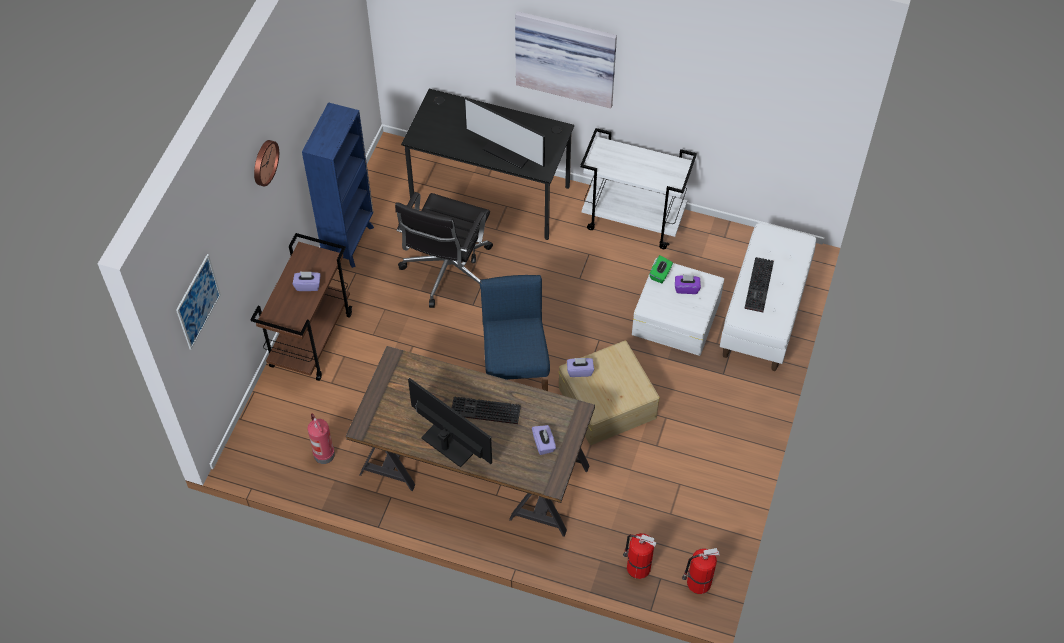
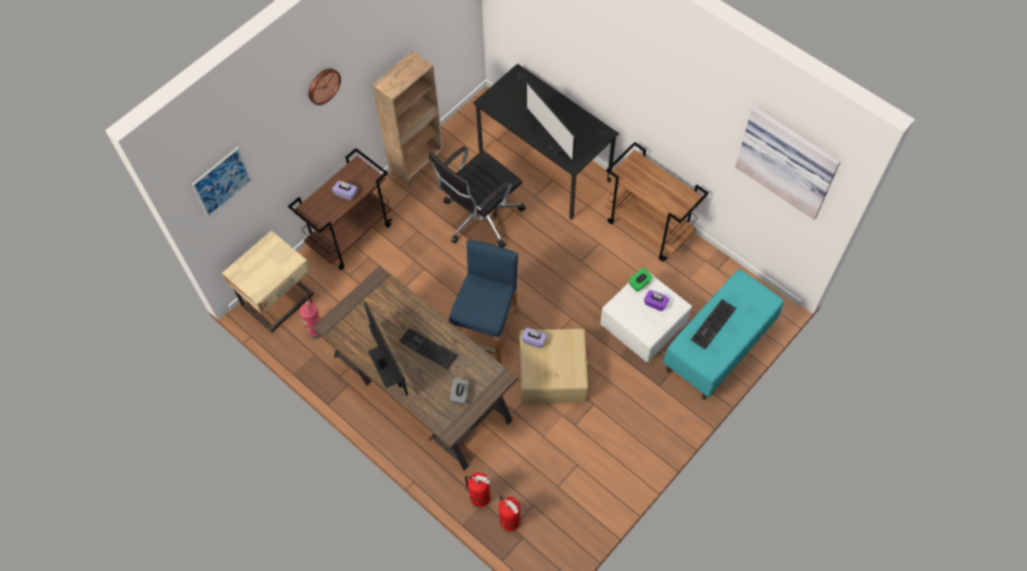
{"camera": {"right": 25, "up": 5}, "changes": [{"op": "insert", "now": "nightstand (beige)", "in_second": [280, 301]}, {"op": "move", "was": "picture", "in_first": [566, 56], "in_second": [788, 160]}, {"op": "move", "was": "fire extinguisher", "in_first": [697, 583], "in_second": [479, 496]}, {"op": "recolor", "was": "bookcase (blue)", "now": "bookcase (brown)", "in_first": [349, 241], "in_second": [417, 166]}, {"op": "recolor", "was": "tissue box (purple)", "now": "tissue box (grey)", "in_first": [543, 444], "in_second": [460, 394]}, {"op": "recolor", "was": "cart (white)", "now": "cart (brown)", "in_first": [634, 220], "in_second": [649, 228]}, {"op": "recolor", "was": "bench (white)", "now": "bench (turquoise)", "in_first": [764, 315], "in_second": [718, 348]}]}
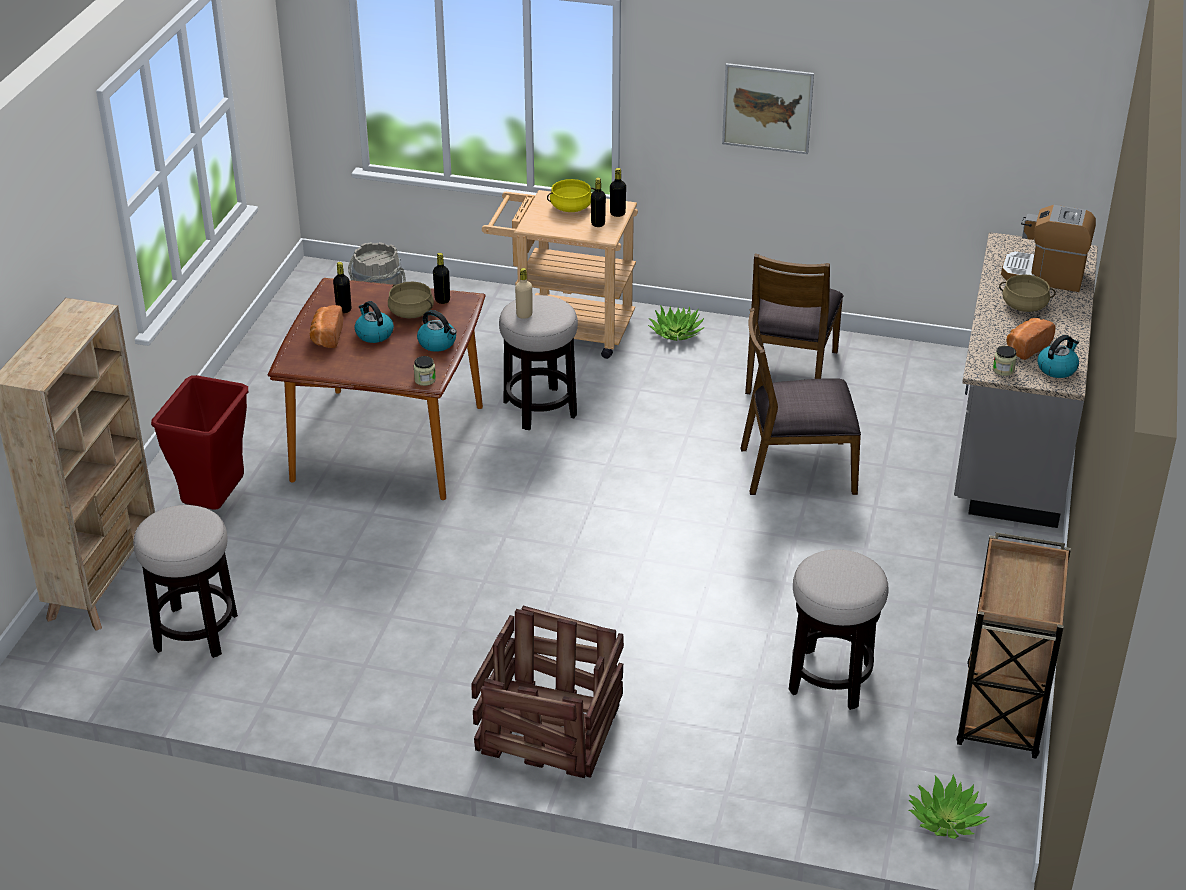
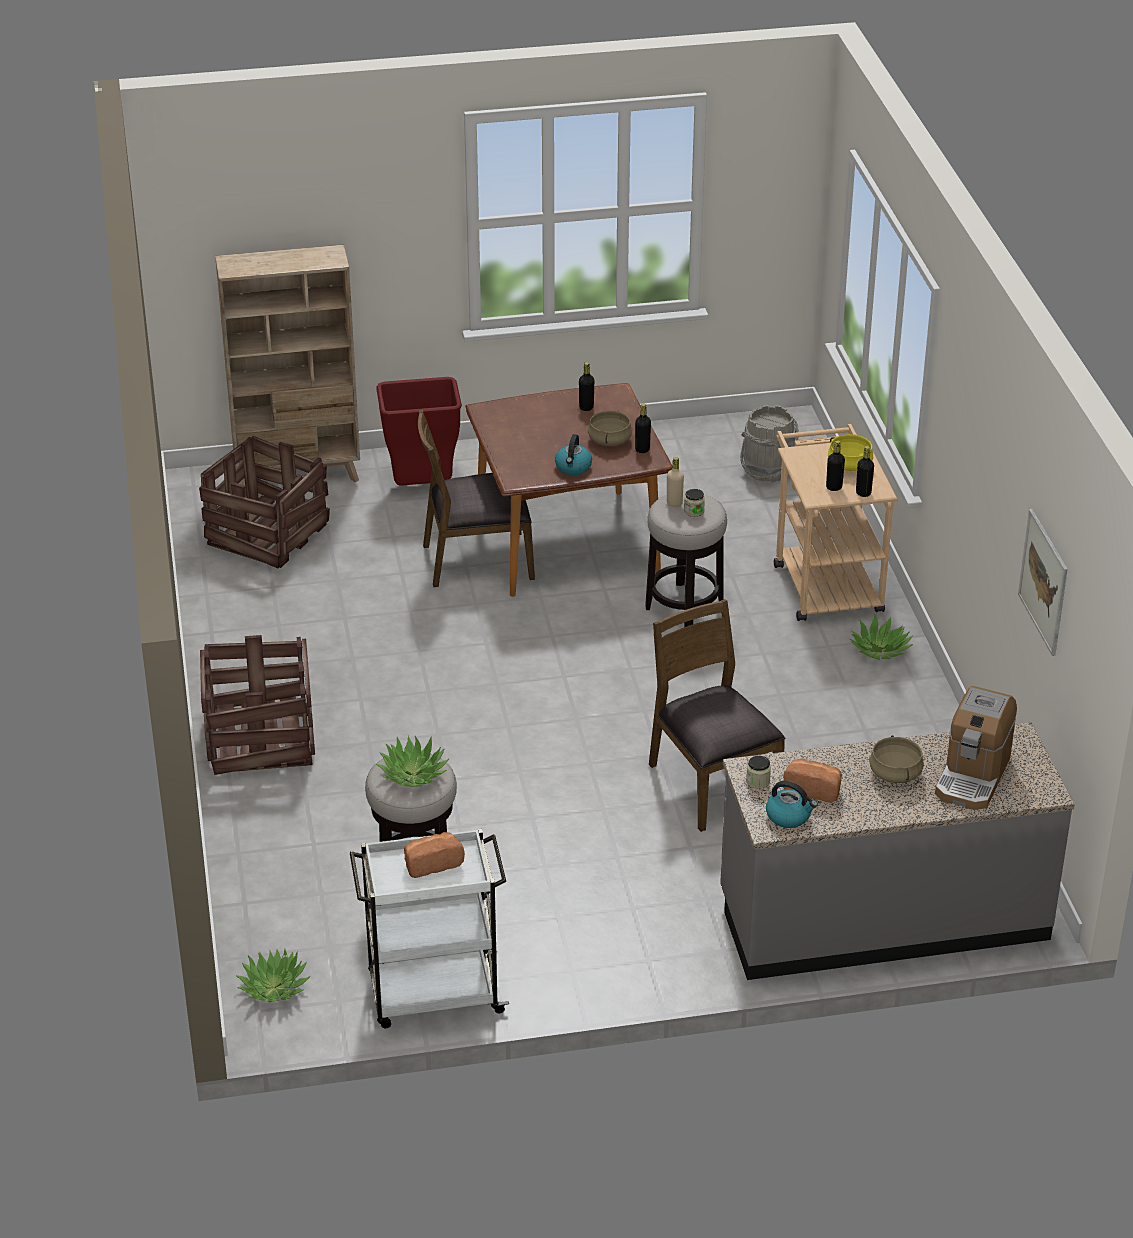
{"camera": {"right": 65, "up": 0}, "changes": [{"op": "delete", "was": "kettle", "in_first": [374, 334]}, {"op": "insert", "now": "potted plant", "in_second": [413, 774]}, {"op": "move", "was": "bread", "in_first": [326, 337], "in_second": [432, 863]}, {"op": "move", "was": "jar", "in_first": [425, 380], "in_second": [694, 511]}, {"op": "move", "was": "picture", "in_first": [767, 108], "in_second": [1043, 581]}, {"op": "move", "was": "chair (brown)", "in_first": [789, 372], "in_second": [477, 560]}, {"op": "replace", "was": "stool", "now": "crate", "in_first": [196, 632], "in_second": [267, 535]}, {"op": "recolor", "was": "cart (brown)", "now": "cart (white)", "in_first": [1001, 713], "in_second": [432, 994]}, {"op": "rotate", "was": "coffee machine", "in_first": [1044, 275], "in_second": [972, 776], "clockwise": -150}]}
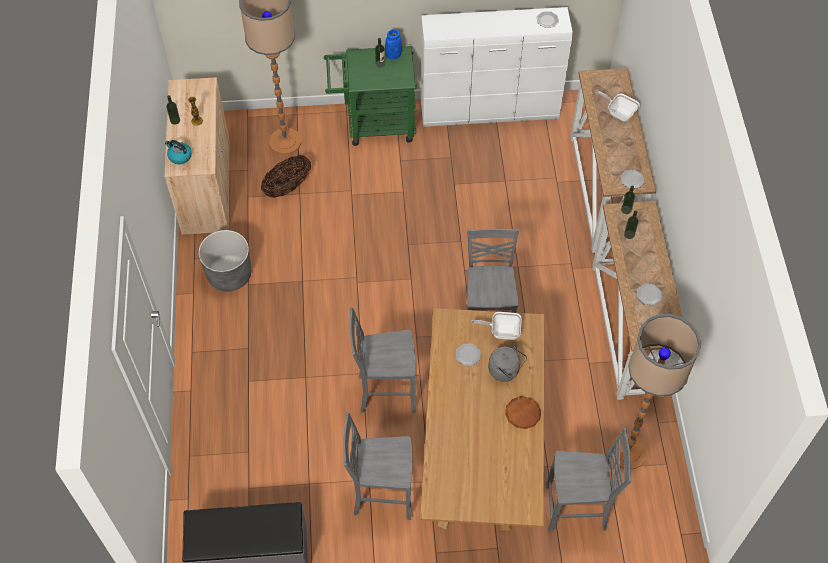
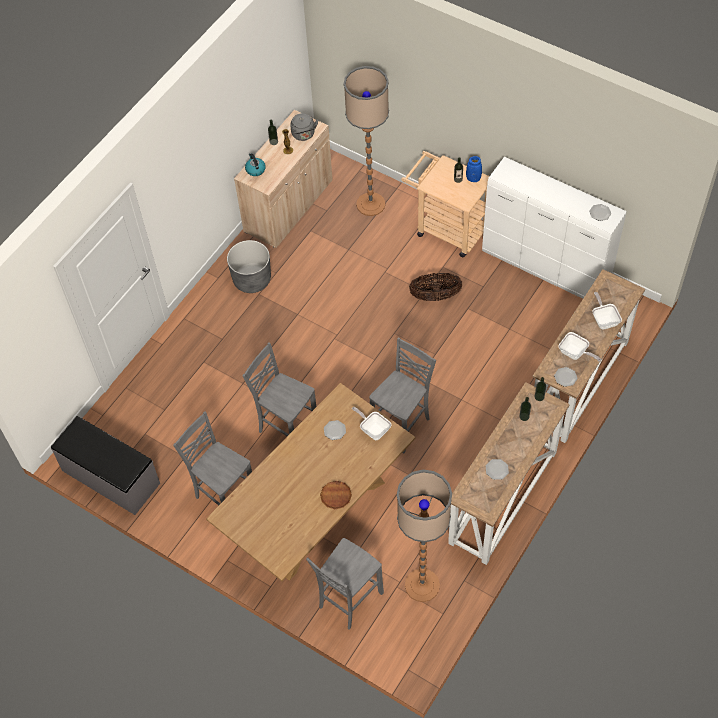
{"camera": {"right": 40, "up": 0}, "changes": [{"op": "insert", "now": "frying pan", "in_second": [575, 353]}, {"op": "move", "was": "basket", "in_first": [288, 187], "in_second": [435, 296]}, {"op": "move", "was": "kettle (grey)", "in_first": [505, 371], "in_second": [304, 135]}, {"op": "recolor", "was": "cart (green)", "now": "cart (beige)", "in_first": [374, 124], "in_second": [446, 228]}, {"op": "rotate", "was": "chair (grey)", "in_first": [577, 510], "in_second": [348, 600], "clockwise": 90}]}
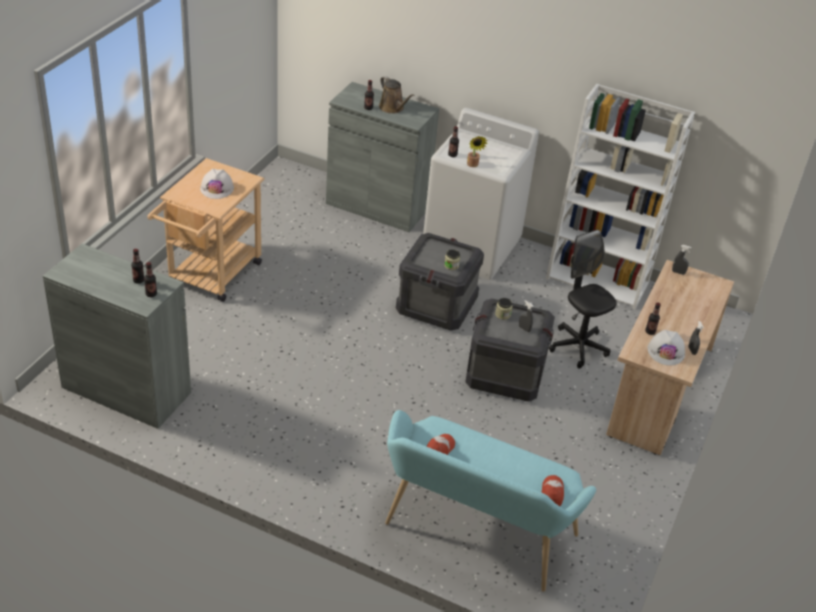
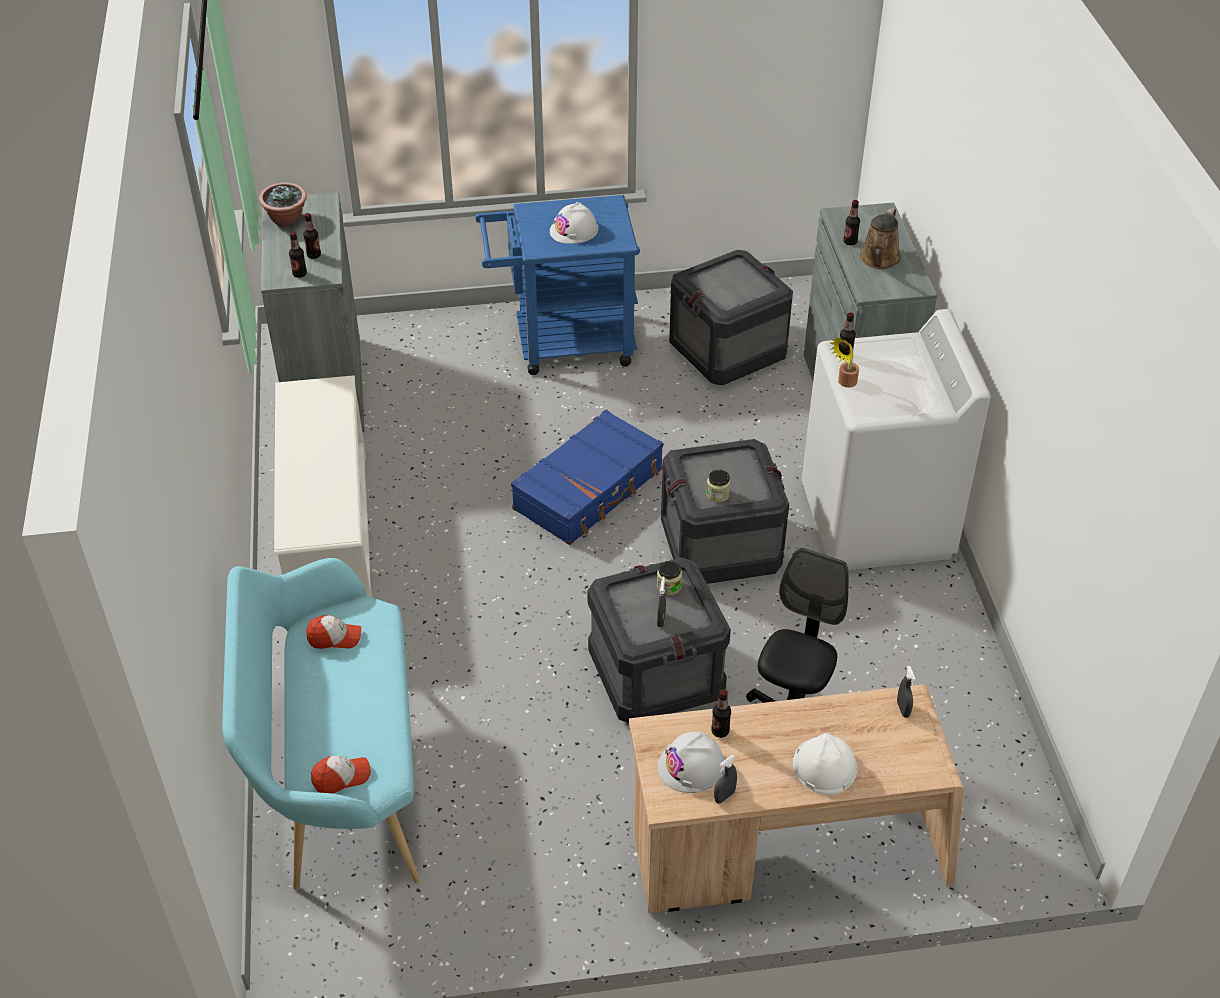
{"camera": {"right": 60, "up": 5}, "changes": [{"op": "delete", "was": "bookcase (white)", "in_first": [598, 280]}, {"op": "insert", "now": "potted plant", "in_second": [287, 220]}, {"op": "insert", "now": "shoe rack (white)", "in_second": [330, 536]}, {"op": "insert", "now": "suitcase (blue)", "in_second": [589, 489]}, {"op": "insert", "now": "crate", "in_second": [728, 351]}, {"op": "insert", "now": "hard hat (white)", "in_second": [824, 766]}, {"op": "recolor", "was": "cart (beige)", "now": "cart (blue)", "in_first": [210, 277], "in_second": [562, 344]}]}
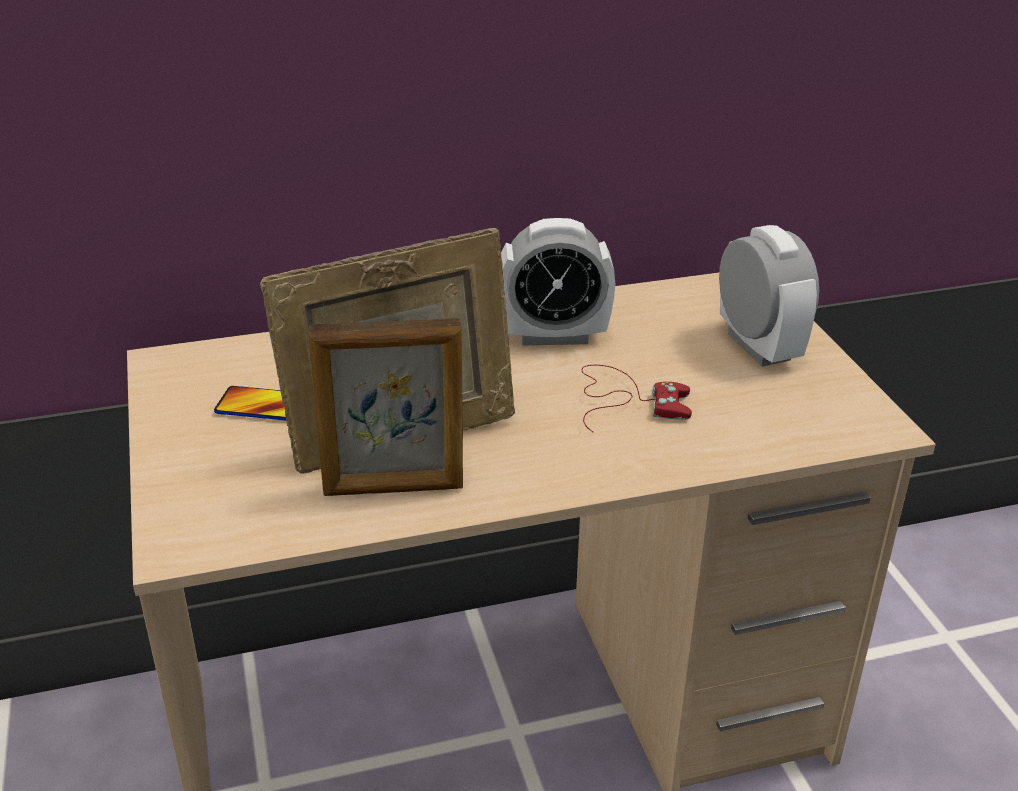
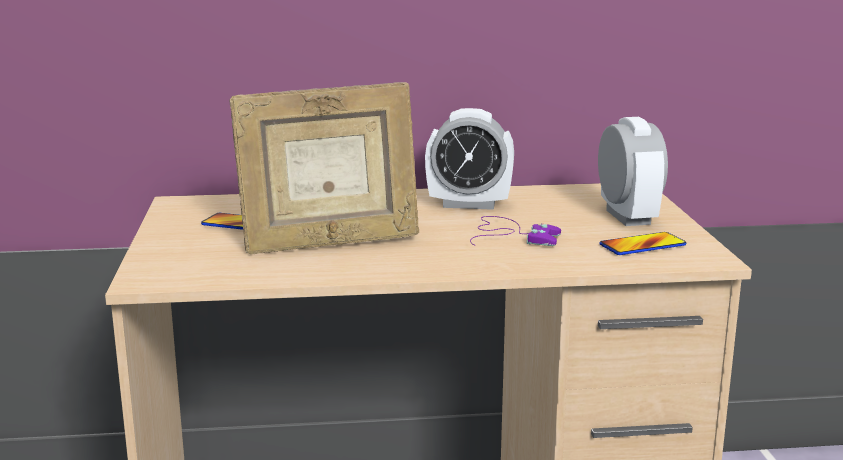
{"camera": {"right": 10, "up": -15}, "changes": [{"op": "delete", "was": "picture frame", "in_first": [394, 488]}, {"op": "insert", "now": "phone", "in_second": [642, 245]}, {"op": "recolor", "was": "game controller (red)", "now": "game controller (purple)", "in_first": [626, 399], "in_second": [510, 235]}]}
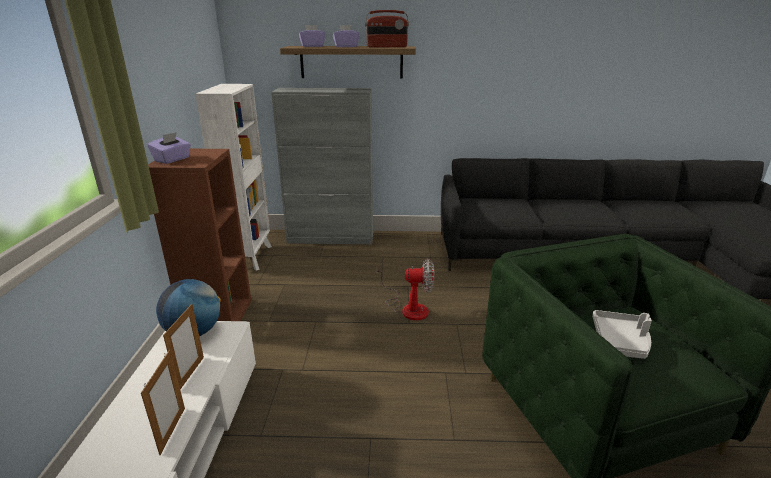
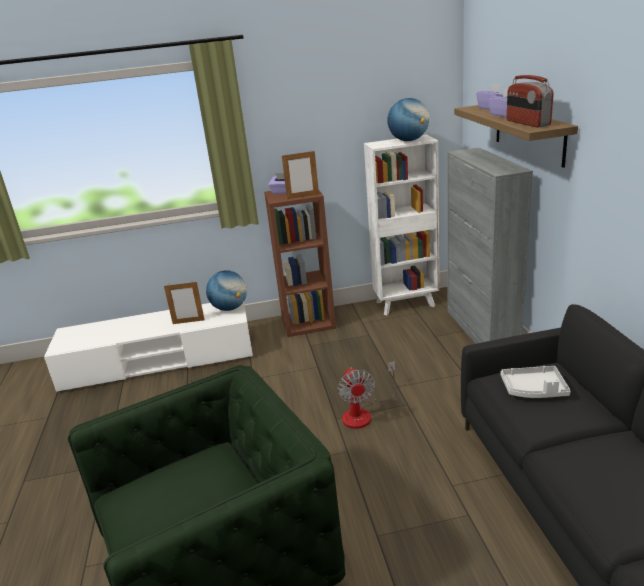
{"camera": {"right": 80, "up": 0}, "changes": [{"op": "insert", "now": "globe", "in_second": [408, 140]}, {"op": "move", "was": "picture frame", "in_first": [172, 430], "in_second": [303, 196]}, {"op": "move", "was": "tray (grey)", "in_first": [620, 341], "in_second": [534, 390]}]}
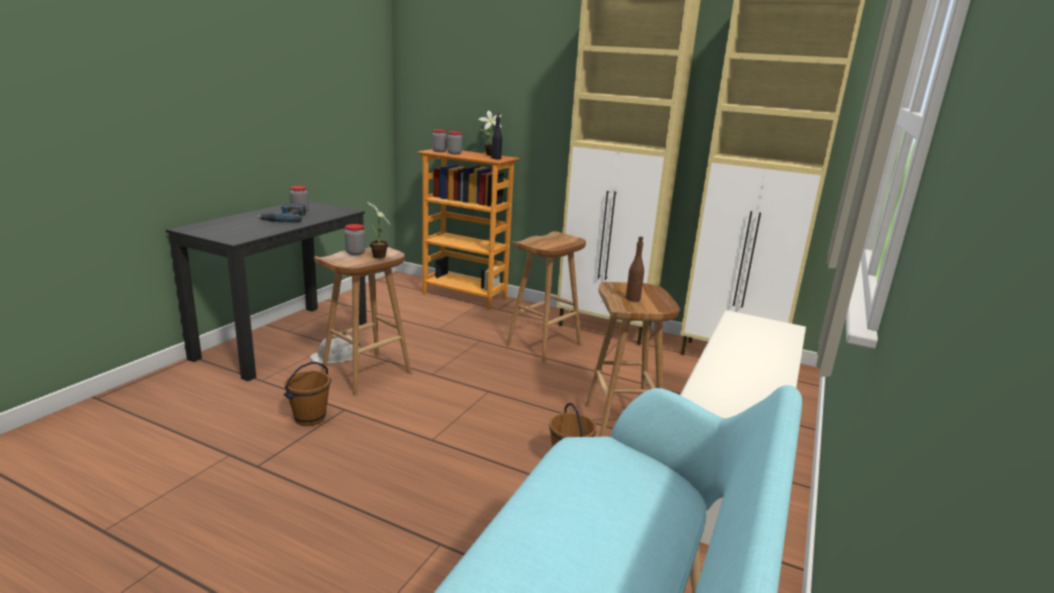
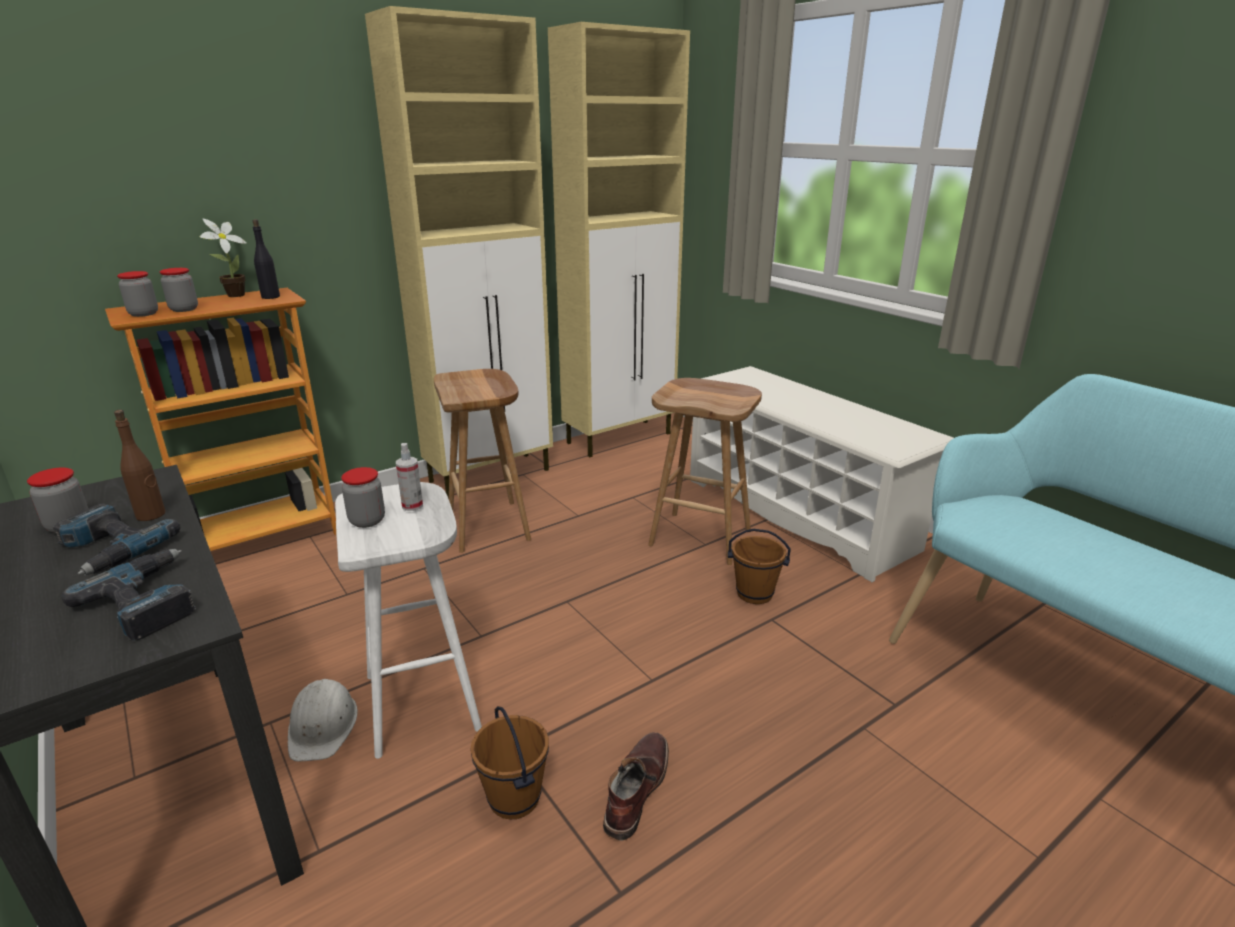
{"camera": {"right": -60, "up": 5}, "changes": [{"op": "insert", "now": "power drill", "in_second": [149, 601]}, {"op": "insert", "now": "boot (brown)", "in_second": [635, 789]}, {"op": "move", "was": "bottle (brown)", "in_first": [633, 299], "in_second": [151, 515]}, {"op": "replace", "was": "potted plant", "now": "spray bottle", "in_first": [378, 257], "in_second": [412, 505]}, {"op": "recolor", "was": "stool (brown)", "now": "stool (white)", "in_first": [366, 374], "in_second": [424, 703]}]}
